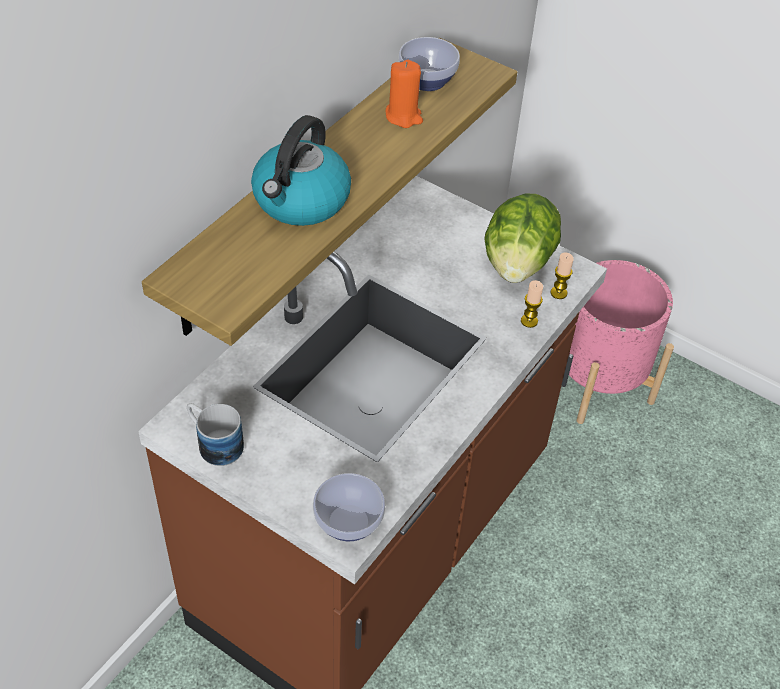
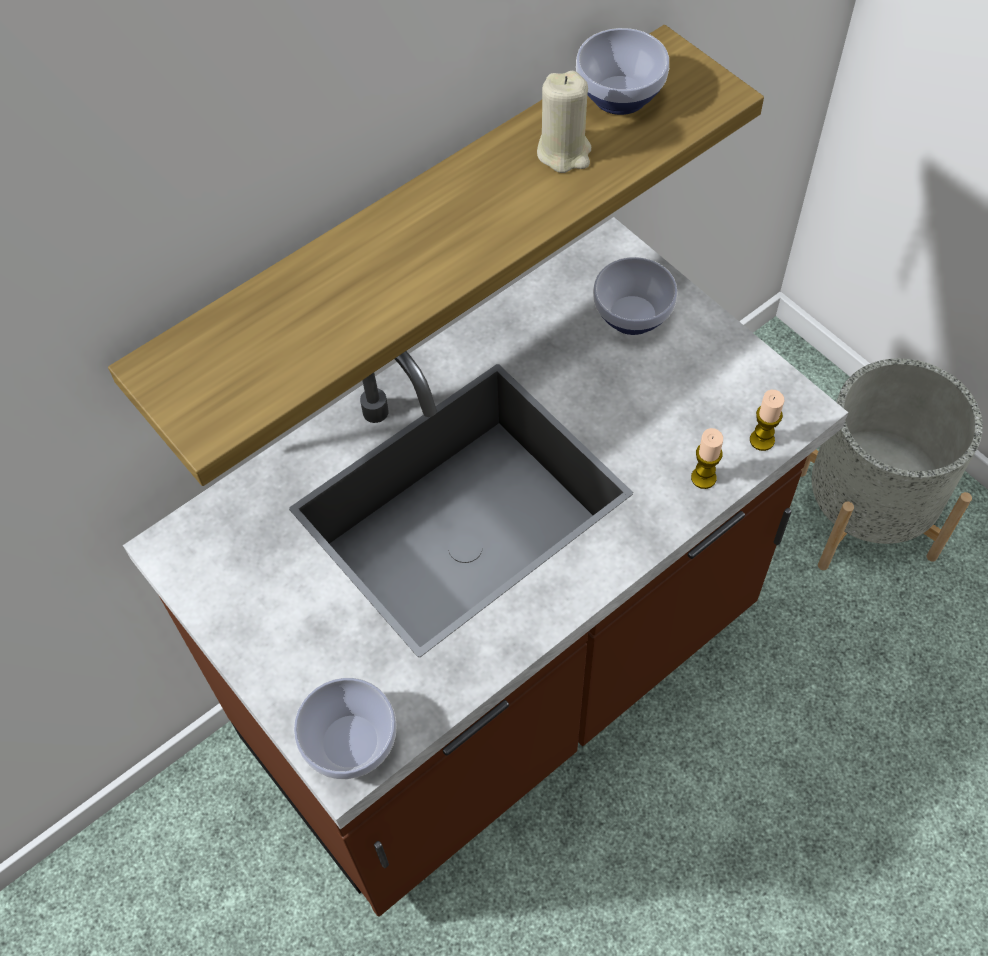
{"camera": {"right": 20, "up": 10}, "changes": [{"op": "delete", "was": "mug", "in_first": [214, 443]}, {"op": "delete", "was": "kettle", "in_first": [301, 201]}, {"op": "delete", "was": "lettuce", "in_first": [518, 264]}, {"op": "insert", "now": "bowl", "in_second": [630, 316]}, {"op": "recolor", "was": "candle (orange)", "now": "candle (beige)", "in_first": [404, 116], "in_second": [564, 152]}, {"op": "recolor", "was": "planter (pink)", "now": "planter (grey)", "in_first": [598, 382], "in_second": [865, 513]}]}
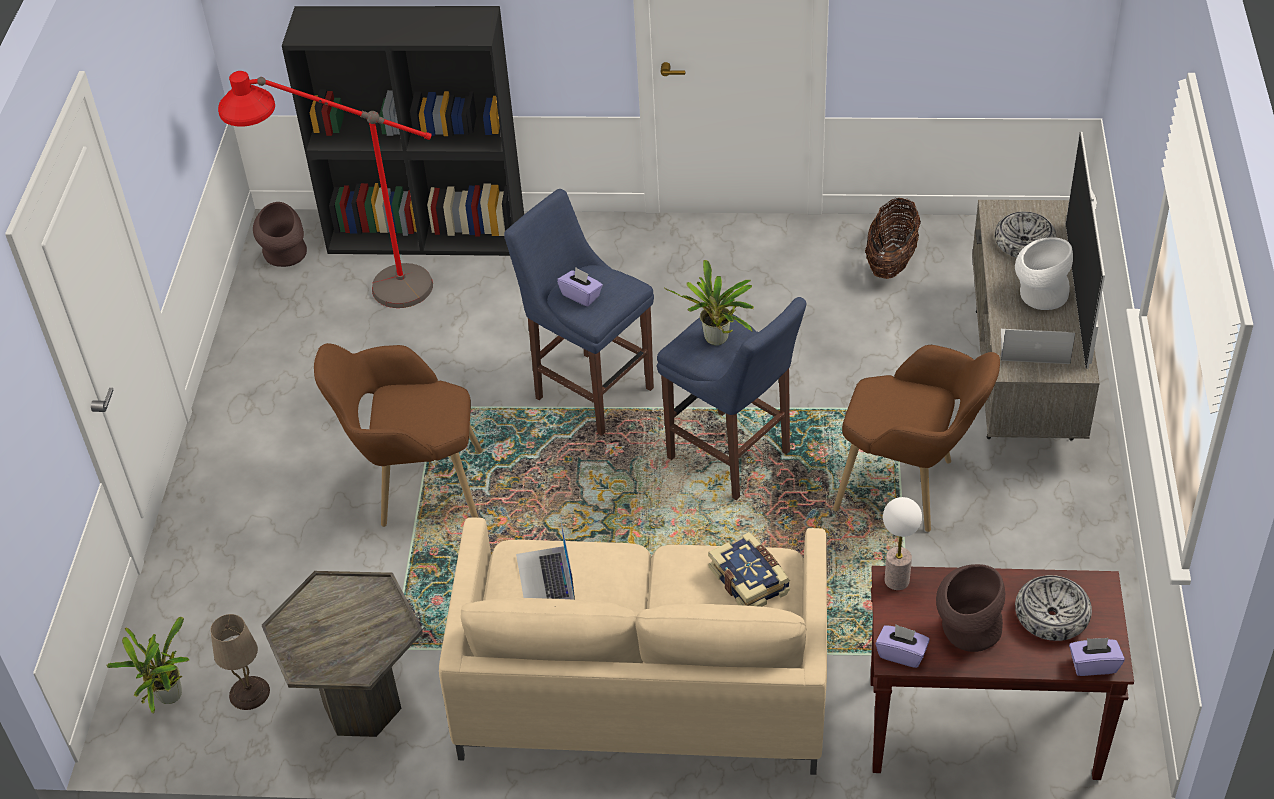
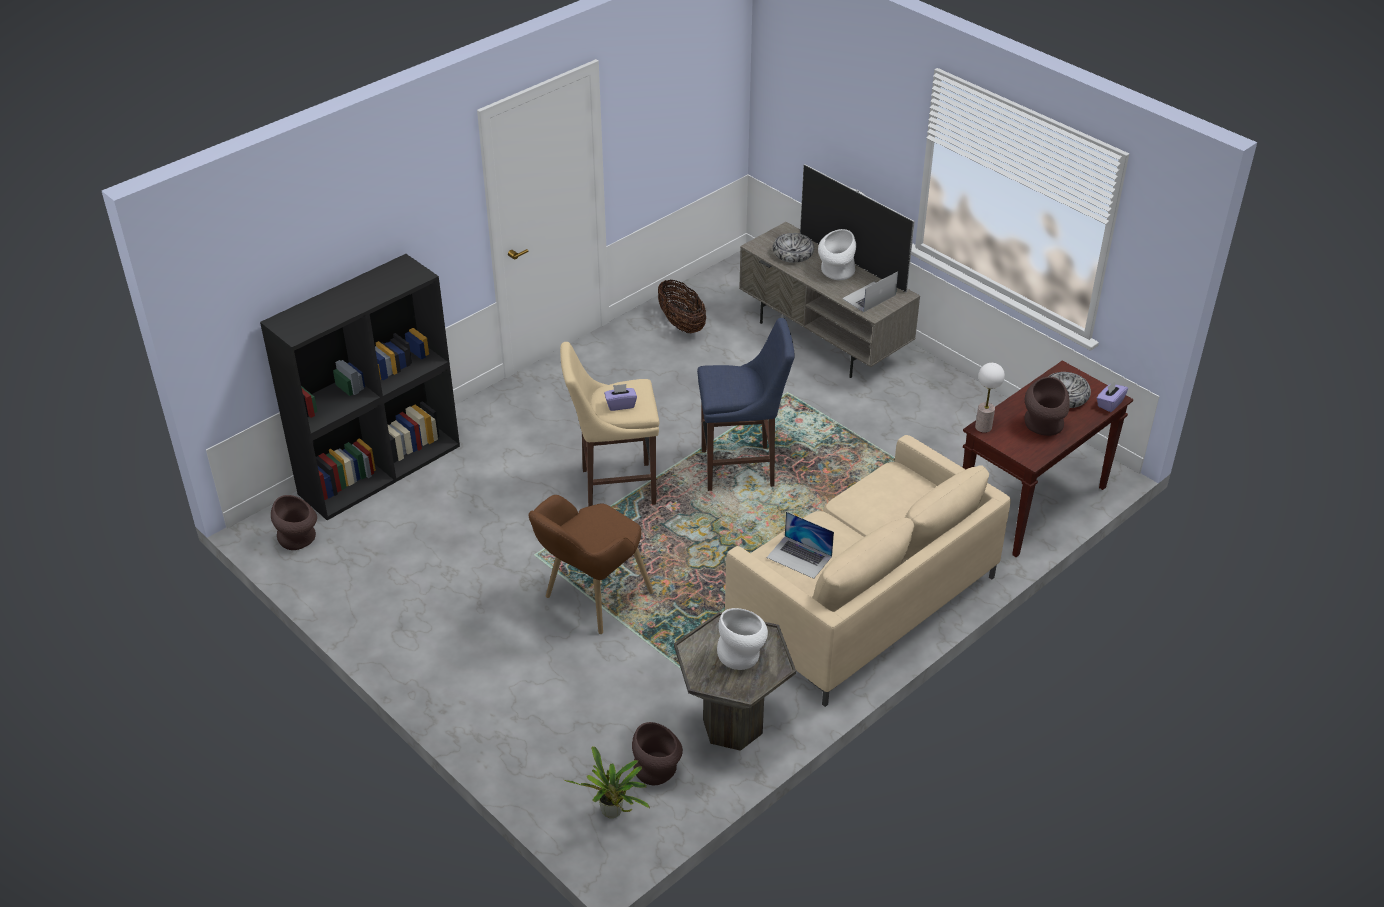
{"camera": {"right": -50, "up": -5}, "changes": [{"op": "delete", "was": "floor lamp (red)", "in_first": [358, 292]}, {"op": "delete", "was": "potted plant", "in_first": [717, 341]}, {"op": "delete", "was": "book", "in_first": [750, 580]}, {"op": "delete", "was": "armchair (brown)", "in_first": [910, 490]}, {"op": "delete", "was": "tissue box (purple)", "in_first": [901, 654]}, {"op": "insert", "now": "vase (white)", "in_second": [742, 655]}, {"op": "replace", "was": "table lamp (beige)", "now": "vase (brown)", "in_first": [250, 693], "in_second": [657, 771]}, {"op": "recolor", "was": "stool (blue)", "now": "stool (beige)", "in_first": [590, 390], "in_second": [613, 486]}]}
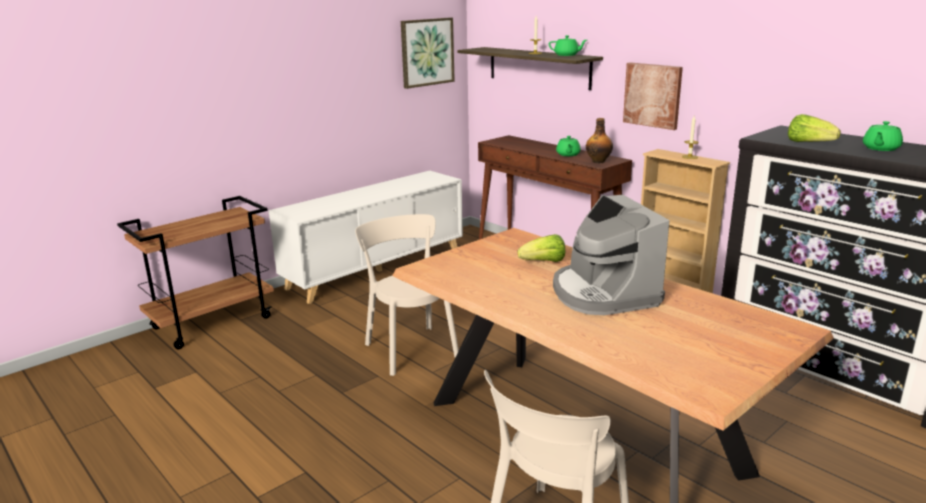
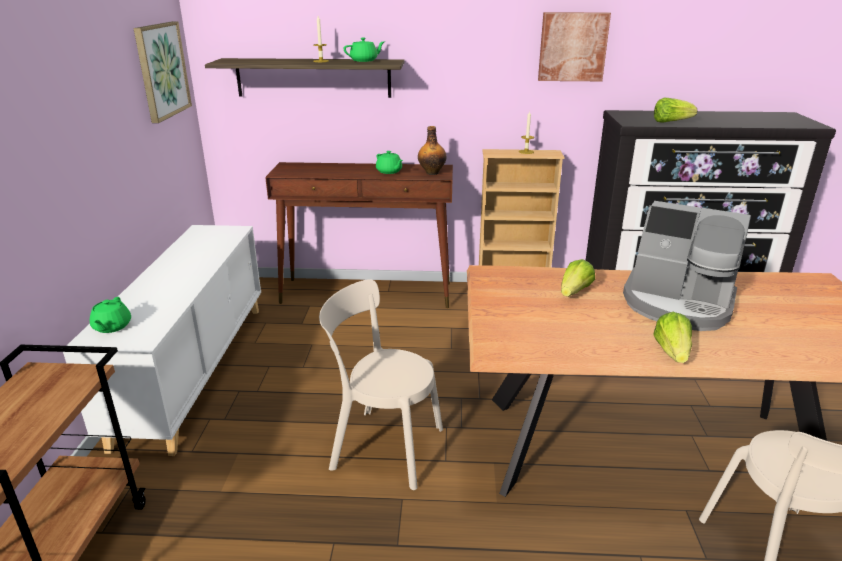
{"camera": {"right": -45, "up": 5}, "changes": [{"op": "insert", "now": "lettuce", "in_second": [672, 352]}, {"op": "move", "was": "picture", "in_first": [652, 95], "in_second": [572, 47]}, {"op": "move", "was": "teapot (green)", "in_first": [880, 149], "in_second": [112, 327]}]}
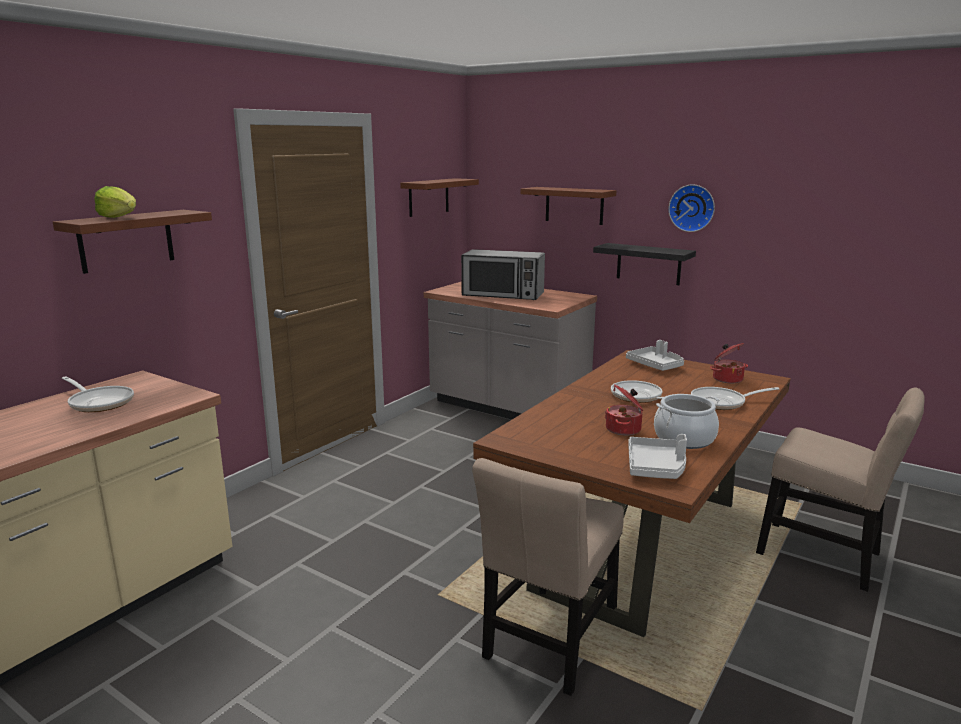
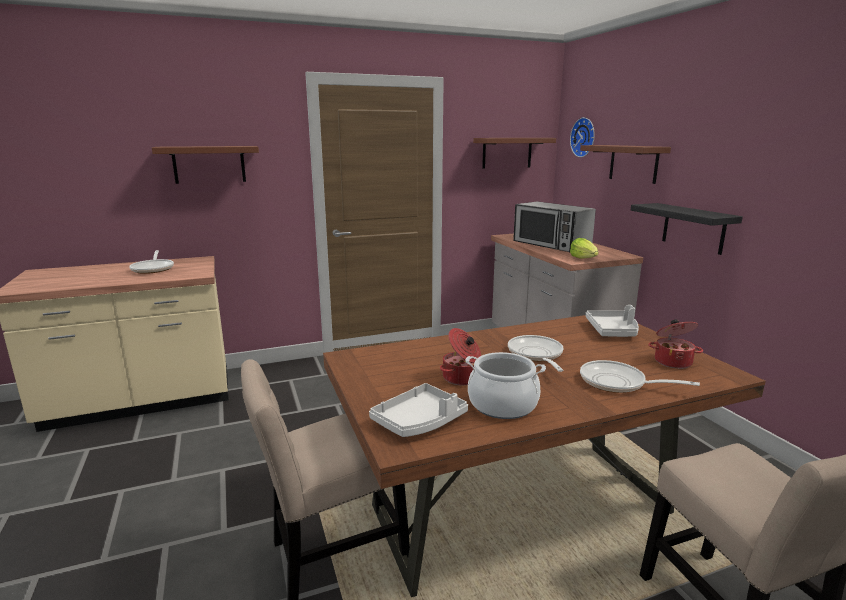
{"camera": {"right": 35, "up": 0}, "changes": [{"op": "move", "was": "lettuce", "in_first": [120, 218], "in_second": [584, 258]}, {"op": "move", "was": "wall clock", "in_first": [692, 208], "in_second": [584, 137]}]}
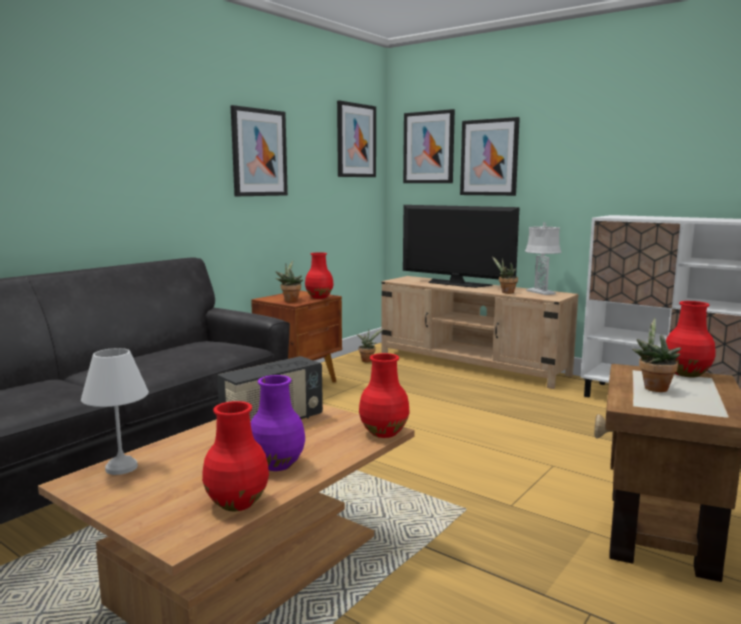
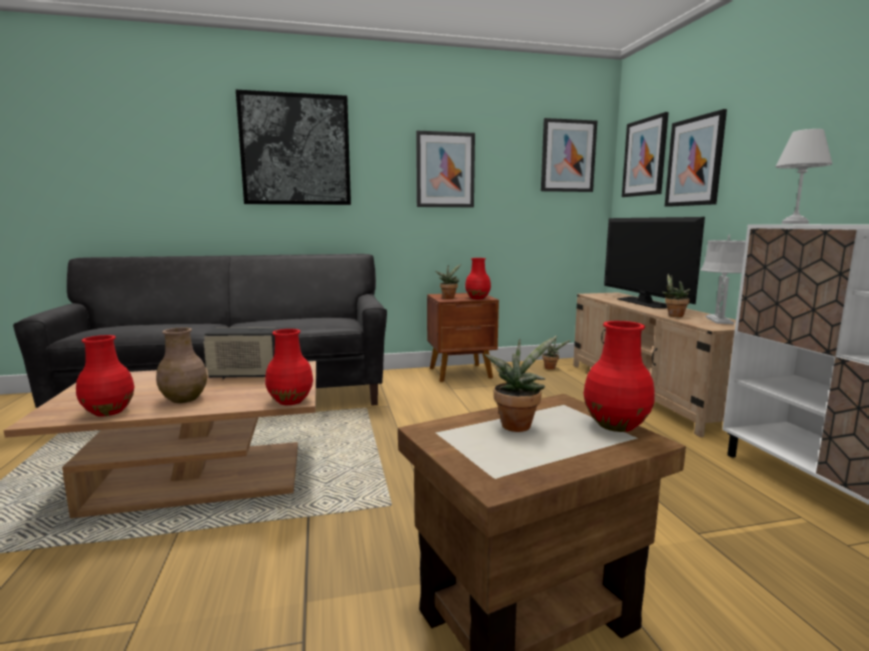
{"camera": {"right": 40, "up": 0}, "changes": [{"op": "insert", "now": "picture", "in_second": [296, 150]}, {"op": "move", "was": "table lamp (white)", "in_first": [122, 467], "in_second": [795, 224]}, {"op": "recolor", "was": "vase (purple)", "now": "vase (brown)", "in_first": [278, 465], "in_second": [184, 399]}]}
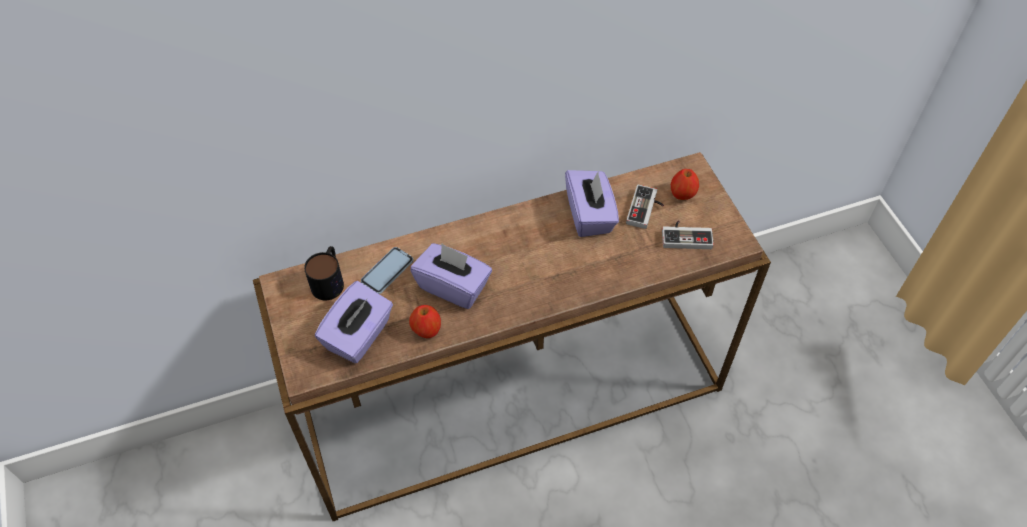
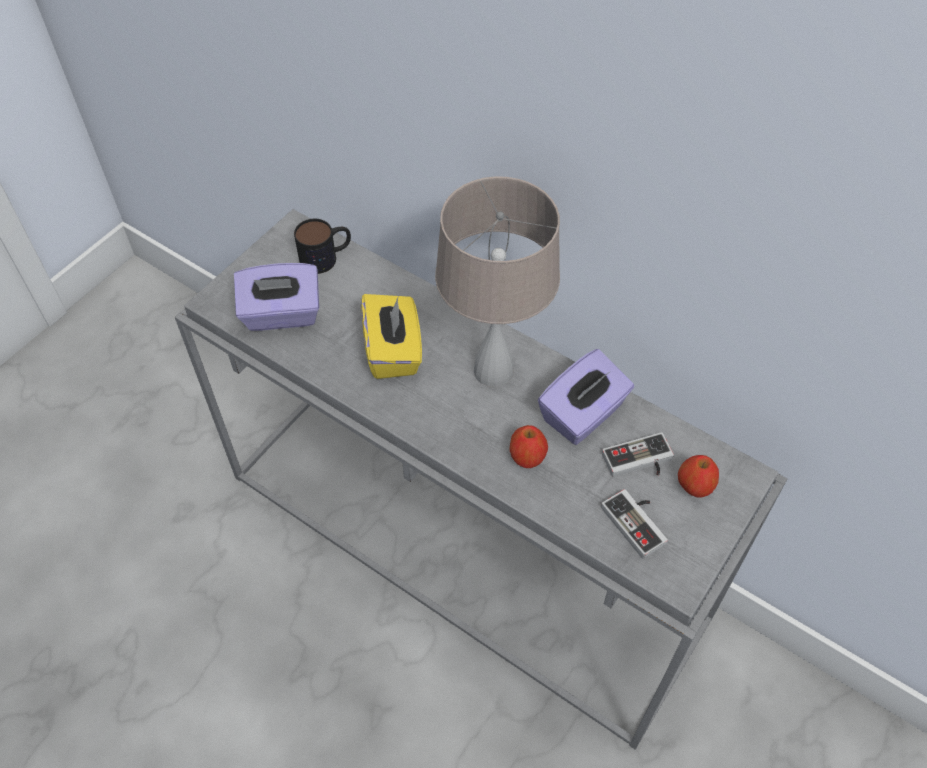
{"camera": {"right": 55, "up": 0}, "changes": [{"op": "delete", "was": "phone", "in_first": [387, 271]}, {"op": "insert", "now": "table lamp (beige)", "in_second": [492, 370]}, {"op": "move", "was": "apple", "in_first": [426, 330], "in_second": [527, 457]}, {"op": "recolor", "was": "console table (brown)", "now": "console table (grey)", "in_first": [515, 395], "in_second": [468, 544]}, {"op": "recolor", "was": "tissue box (purple)", "now": "tissue box (yellow)", "in_first": [453, 286], "in_second": [393, 351]}]}
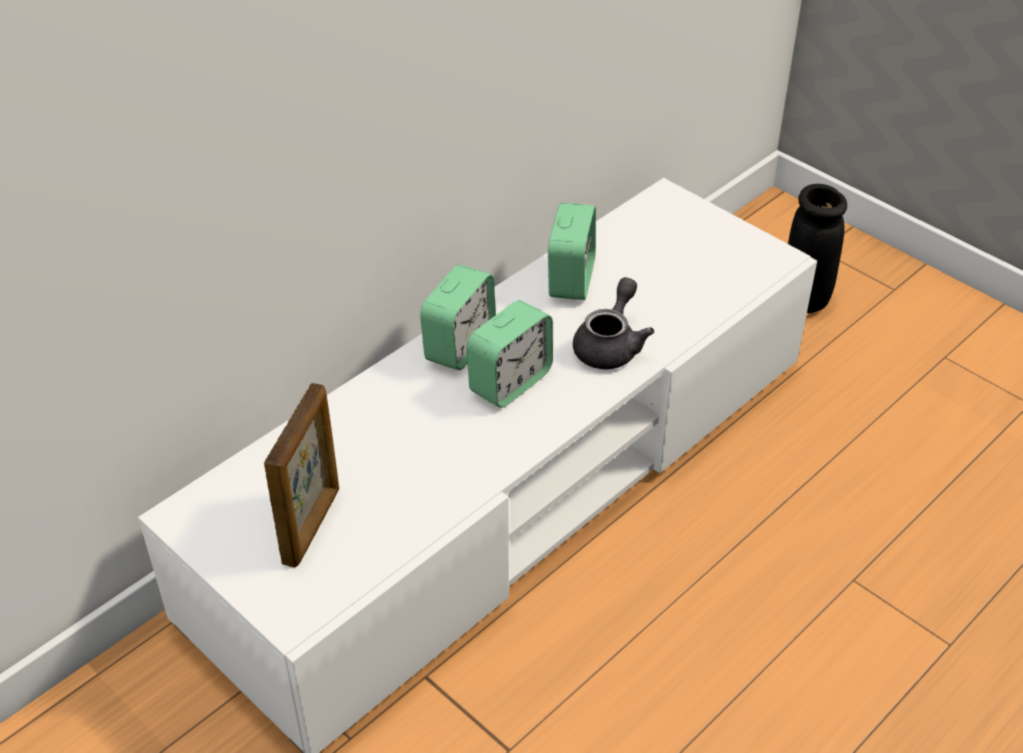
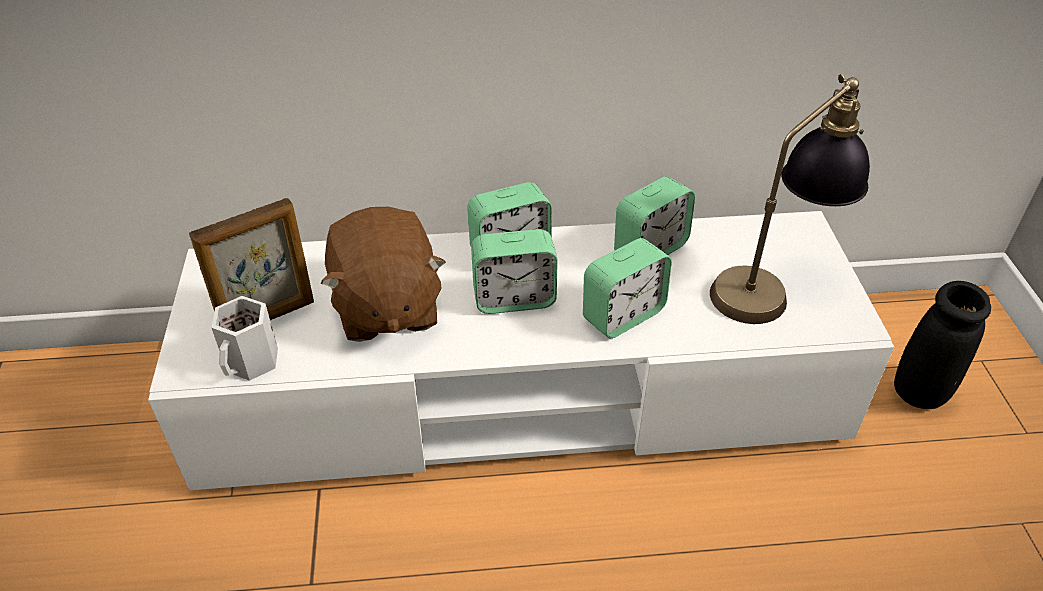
{"camera": {"right": 40, "up": 0}, "changes": [{"op": "insert", "now": "mug (white)", "in_second": [252, 362]}, {"op": "insert", "now": "plush toy (brown)", "in_second": [386, 307]}, {"op": "insert", "now": "table lamp", "in_second": [773, 285]}, {"op": "replace", "was": "teapot (grey)", "now": "alarm clock", "in_first": [610, 345], "in_second": [623, 315]}]}
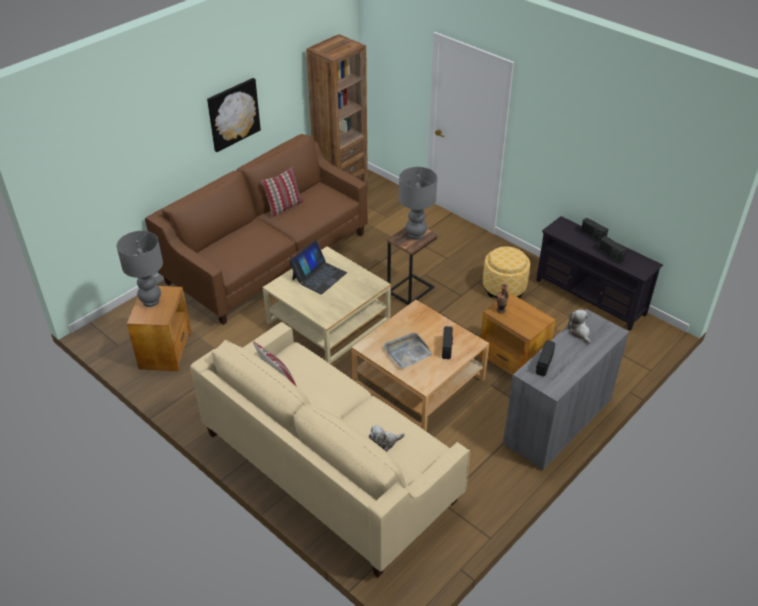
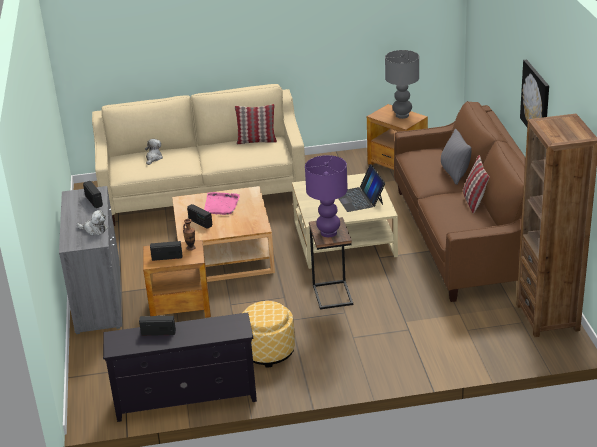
{"camera": {"right": 130, "up": -10}, "changes": [{"op": "insert", "now": "pillow (grey)", "in_second": [454, 174]}, {"op": "move", "was": "radio", "in_first": [593, 236], "in_second": [167, 257]}, {"op": "recolor", "was": "tray (grey)", "now": "tray (pink)", "in_first": [407, 352], "in_second": [221, 205]}, {"op": "recolor", "was": "table lamp (grey)", "now": "table lamp (purple)", "in_first": [415, 235], "in_second": [329, 232]}]}
